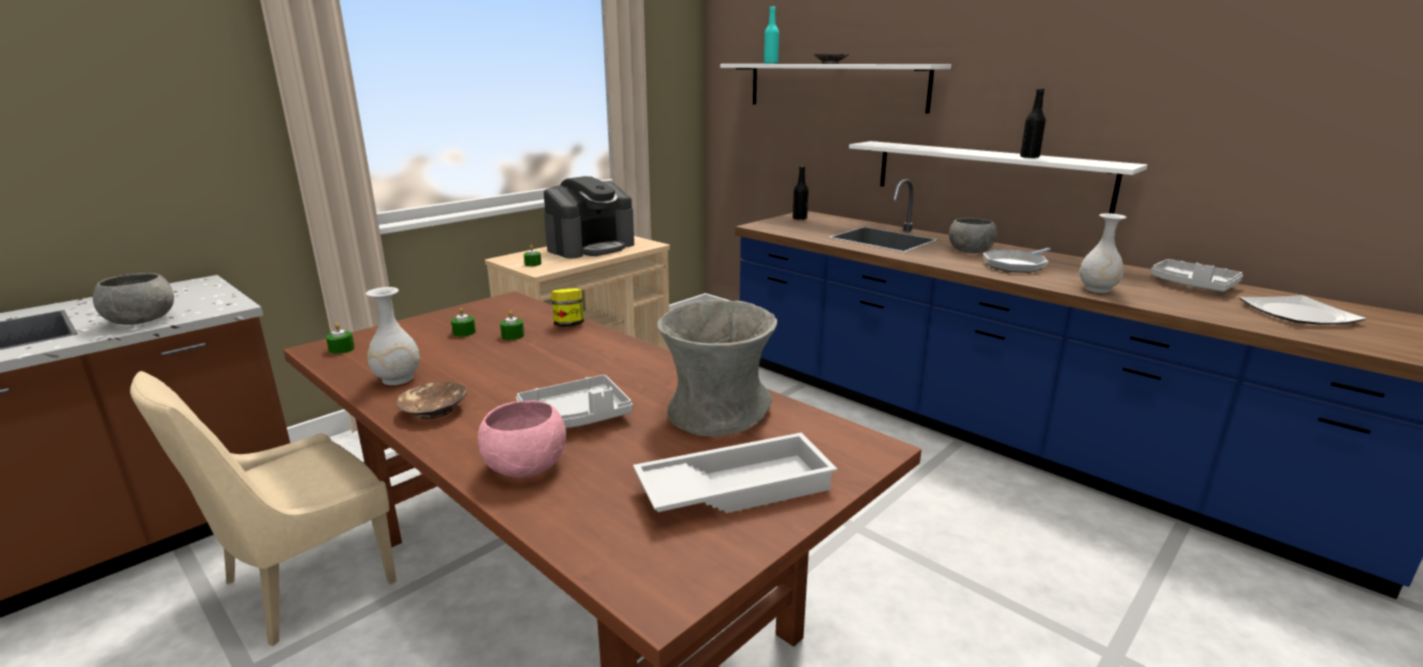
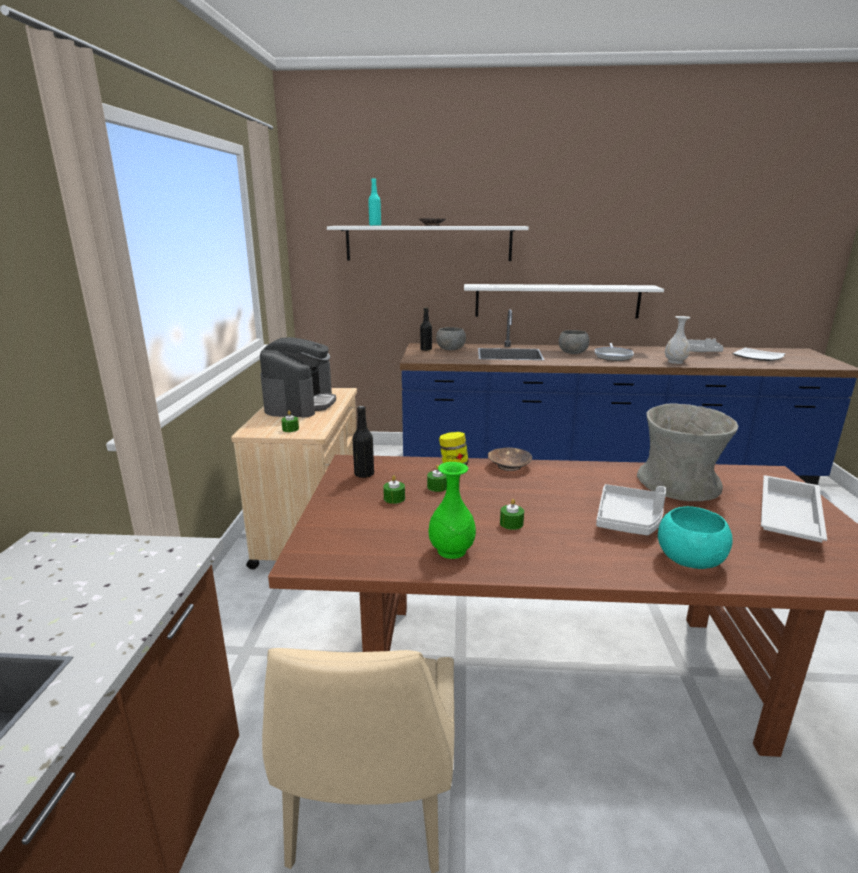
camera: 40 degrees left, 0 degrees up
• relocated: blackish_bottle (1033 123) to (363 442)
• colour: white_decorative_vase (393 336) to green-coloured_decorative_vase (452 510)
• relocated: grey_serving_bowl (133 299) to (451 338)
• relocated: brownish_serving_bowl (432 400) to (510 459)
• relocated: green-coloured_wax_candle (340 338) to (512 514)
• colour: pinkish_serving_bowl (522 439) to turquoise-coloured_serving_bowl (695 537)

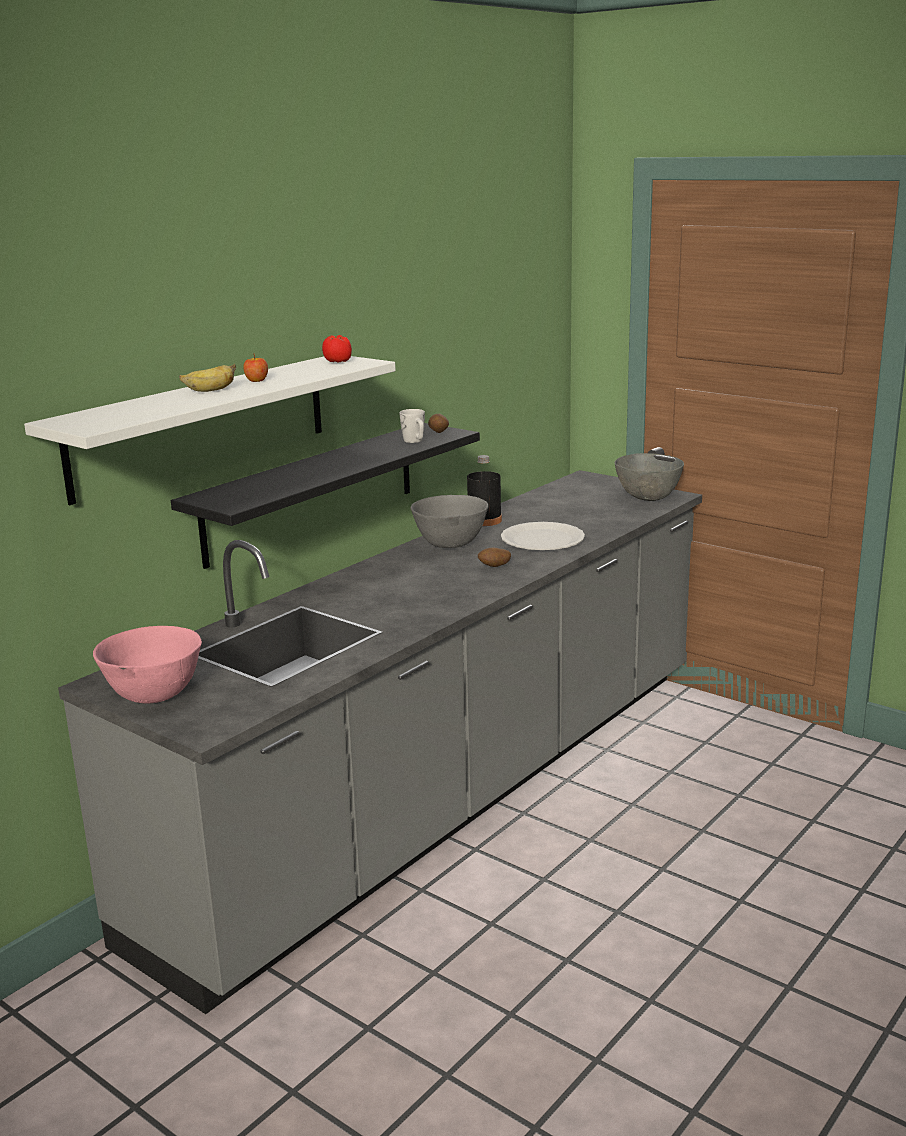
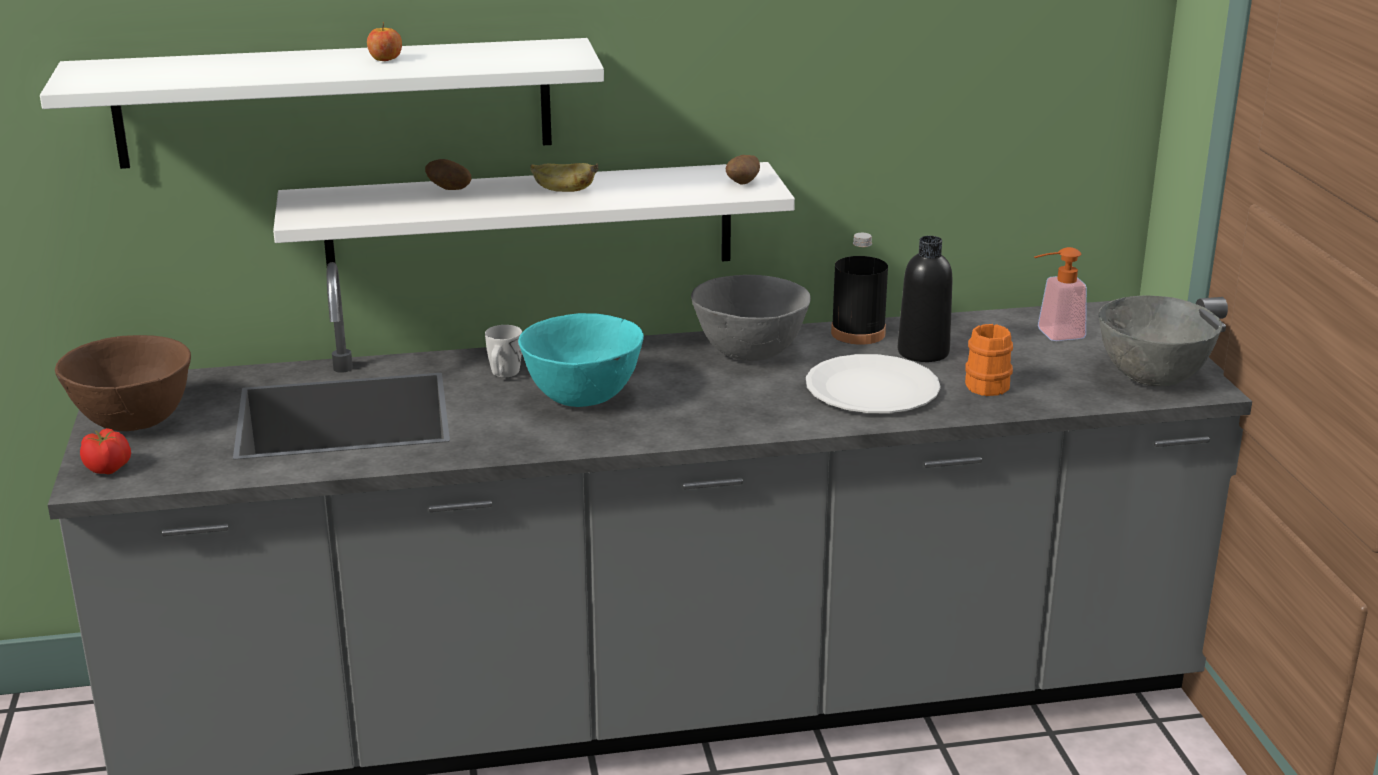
camera: 40 degrees right, 5 degrees up
• colour: pinkish_serving_bowl (147 664) to brownish_serving_bowl (123 383)
• relocated: tomato (337 349) to (105 451)
• colour: blackish_shelf (325 496) to white_shelf (534 213)
• relocated: spud (494 557) to (448 174)
• relocated: white_mug (412 426) to (503 351)
• appeared: turquoise-coloured_serving_bowl (581 360)
• relocated: banana (207 377) to (564 177)
• appeared: blackish_bottle (925 299)
• appeared: orange_mug (989 360)
• appeared: soap_bottle (1060 294)

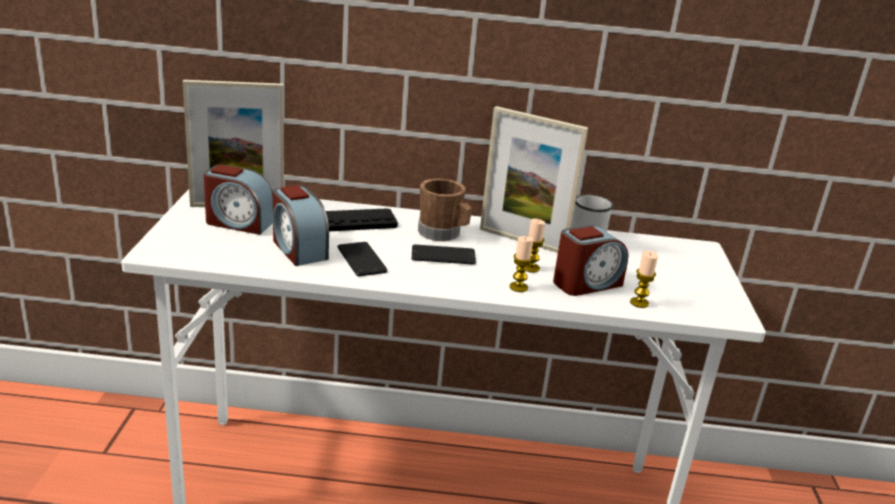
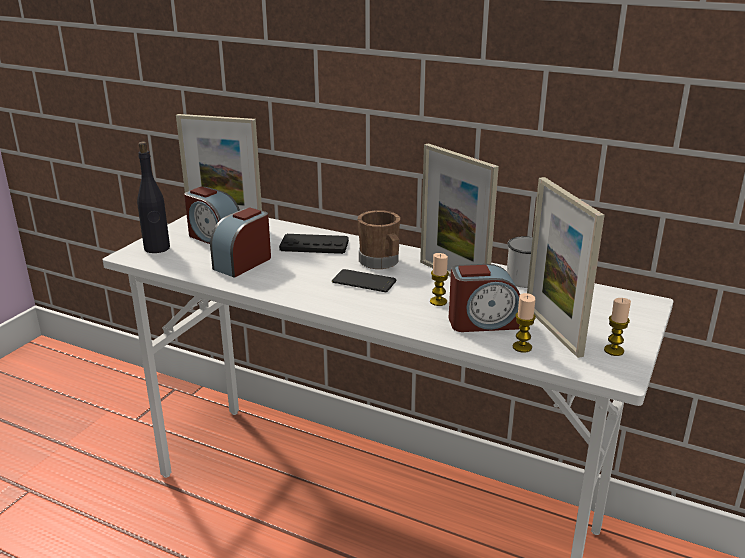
camera: 25 degrees right, 0 degrees up
• appeared: blackish_bottle (153 197)
• spun: bedside_clock (301 225) = (240 242) 45 degrees clockwise
• appeared: picture_frame (566 267)
• relocated: wax_candle (521 264) to (617 327)
• missing: telephone (362 259)

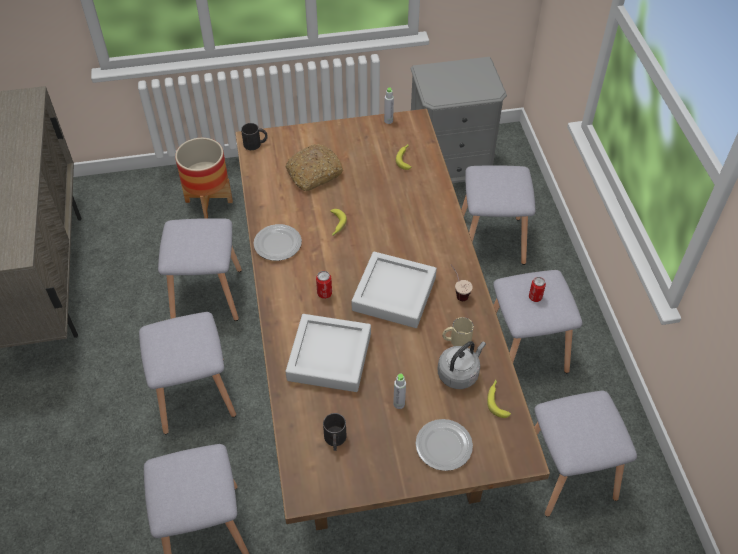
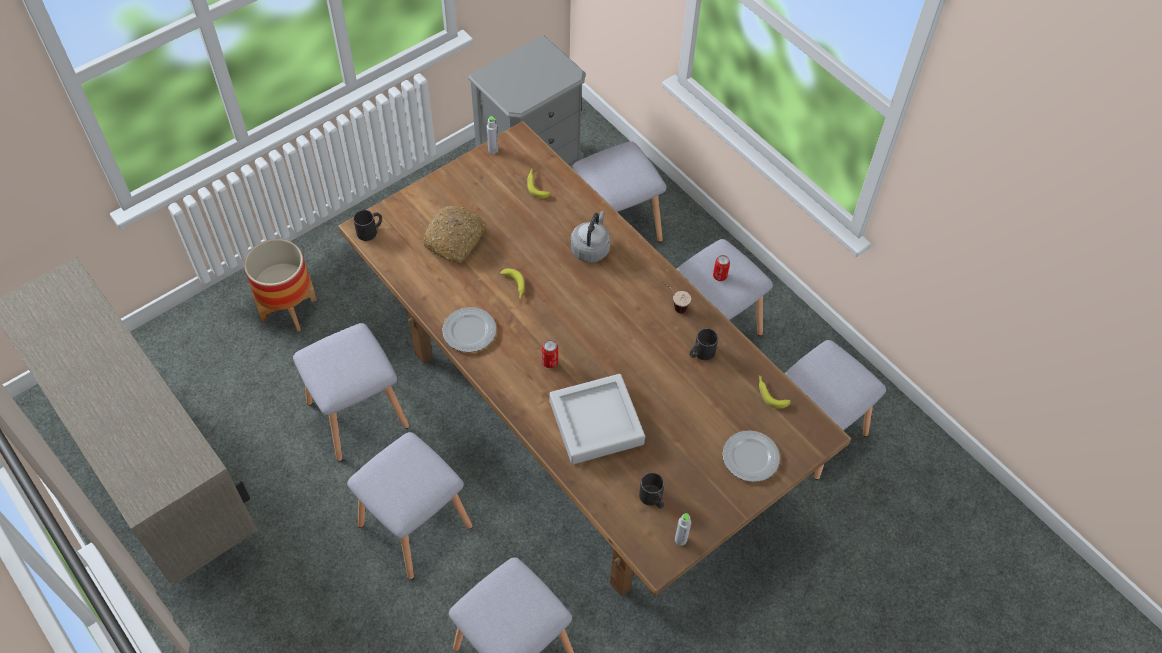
camera: 30 degrees left, 5 degrees up
• relocated: grey_tea_kettle (462 365) to (590 236)
• relocated: grey_bottle (399 391) to (683 529)
• colour: beige_mug (458 331) to blackish_mug (703 344)
• missing: grey_tray (394 290)

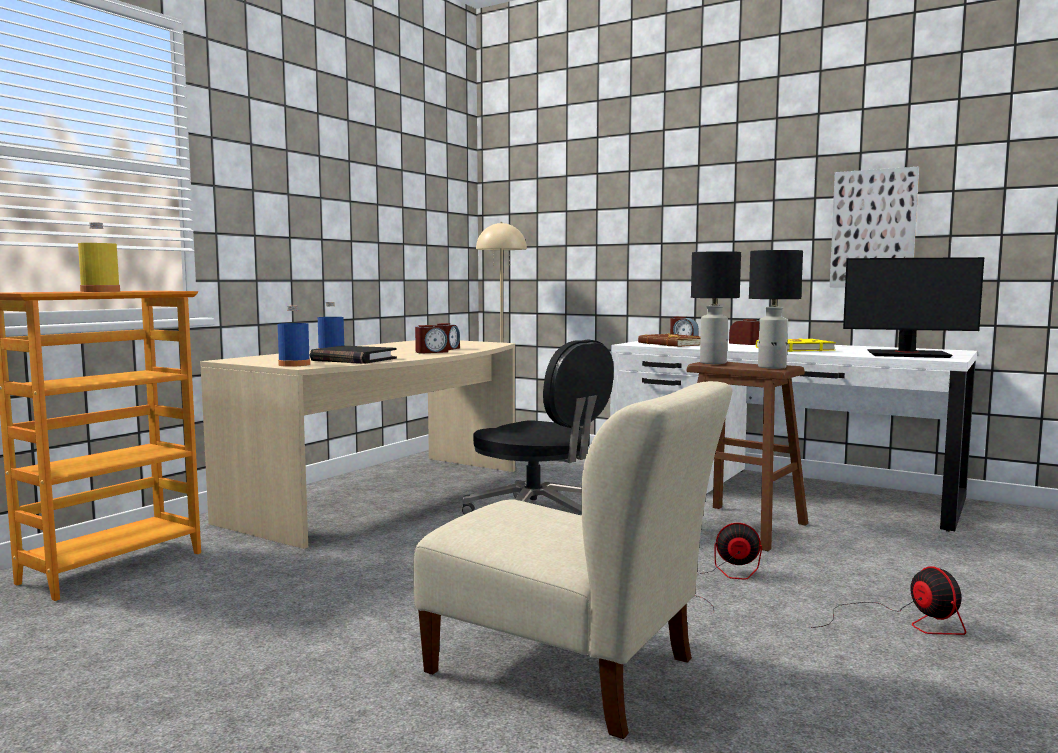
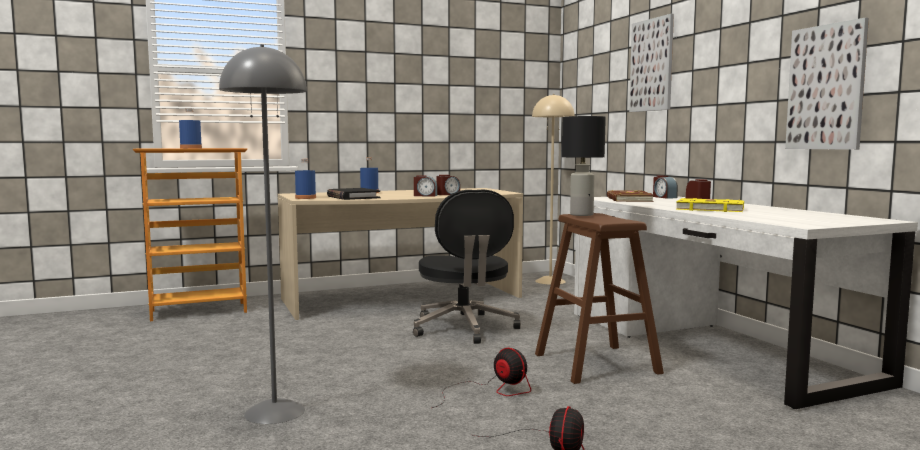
camera: 35 degrees right, 0 degrees up
• colour: yellow-coloured_bottle (99 257) to bluish_bottle (190 128)
• exchanged: beige_chair (572 560) to grey_standing_lamp (263 234)
• appeared: wall_picture (651 63)
• missing: blackish_table_lamp (776 309)
• missing: computer_screen (913 307)

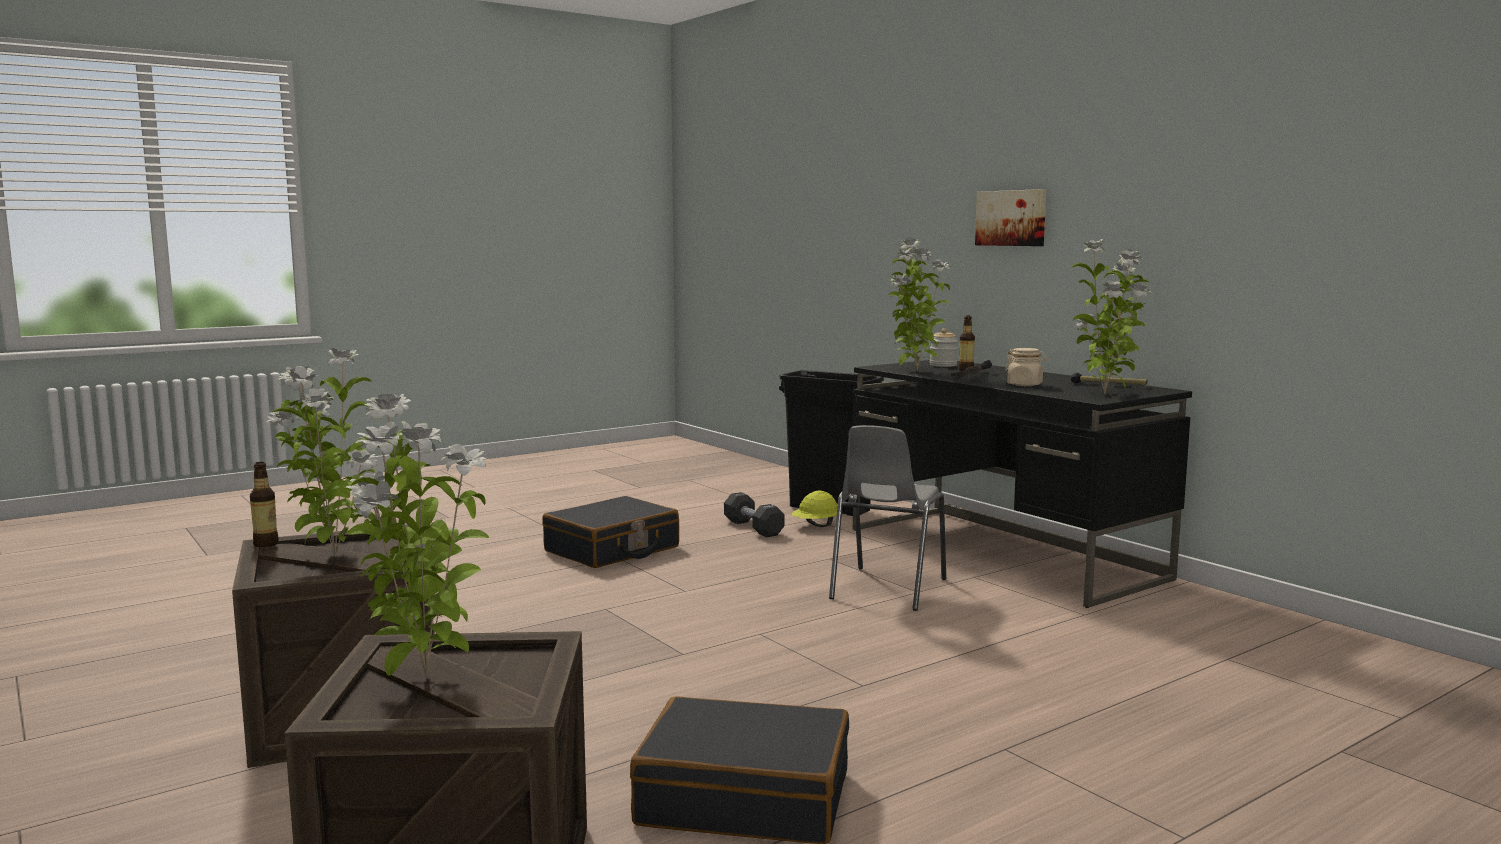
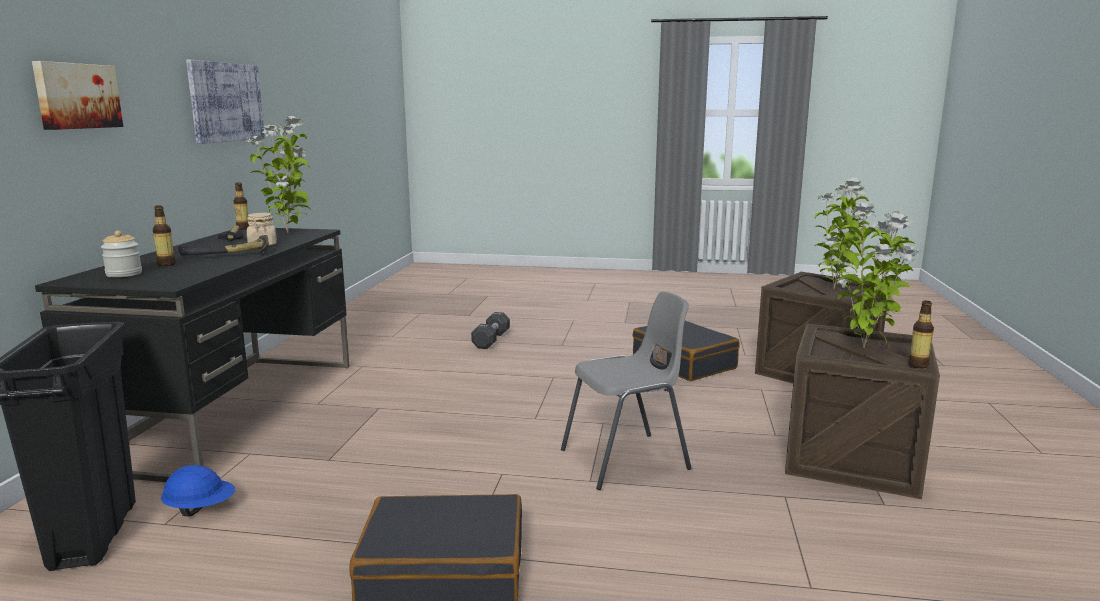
camera: 135 degrees left, 5 degrees up
• colour: yellow-coloured_hard_hat (815 509) to bluish_hard_hat (198 490)
• appeared: wall_picture (225 102)
• appeared: bottle (241 206)
• relocated: blackish_hand_weight (754 514) to (490 330)
• relocated: grey_chair (887 518) to (626 390)
• missing: houseplant (920 304)

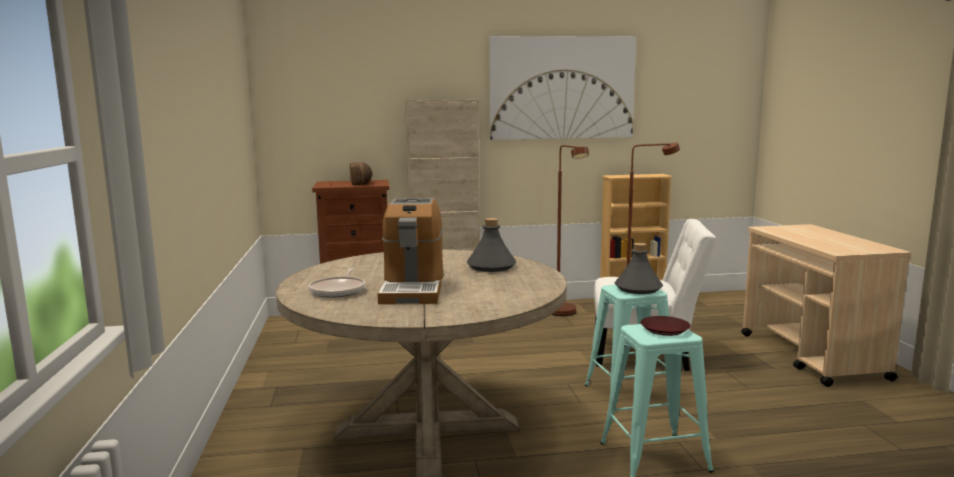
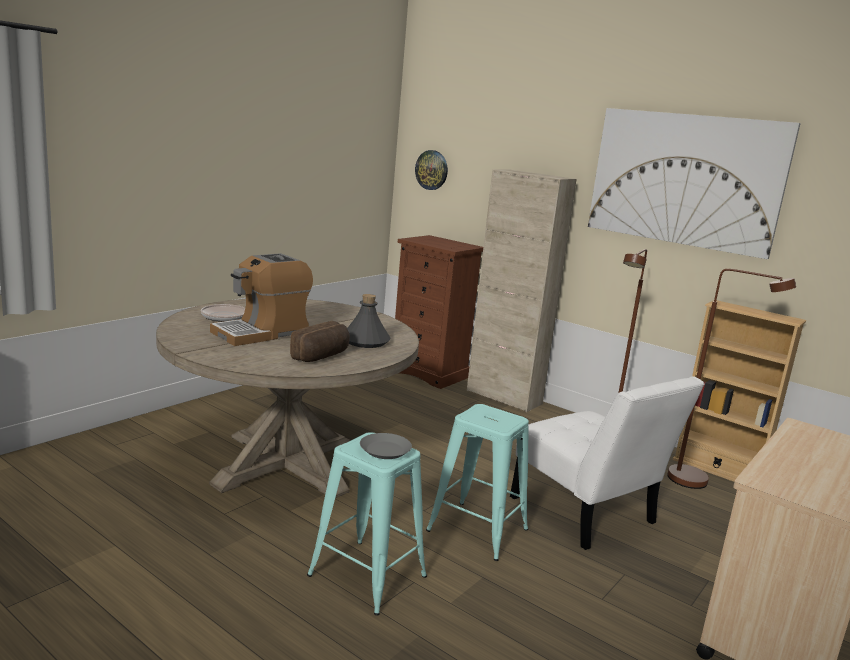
camera: 45 degrees right, 5 degrees up
• relocated: bakery_bread (361 173) to (320 341)
• colour: brownish_flat_dish (666 326) to grey_flat_dish (386 446)
• appeared: clock_on_the_wall (431 170)
• missing: grey_bottle (639 268)

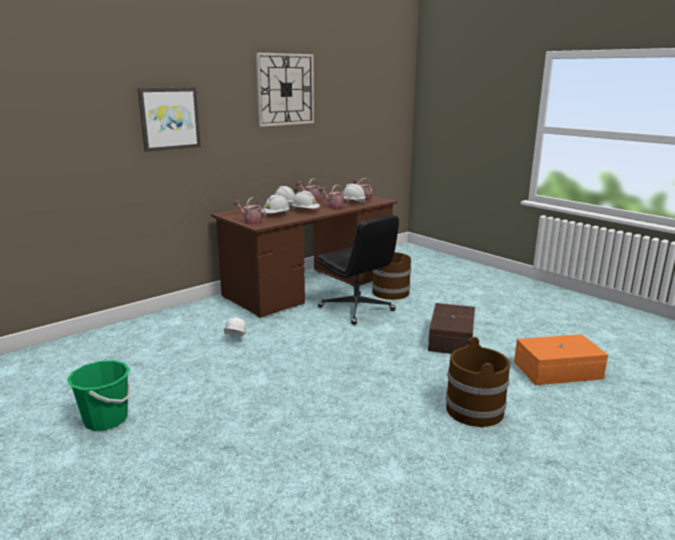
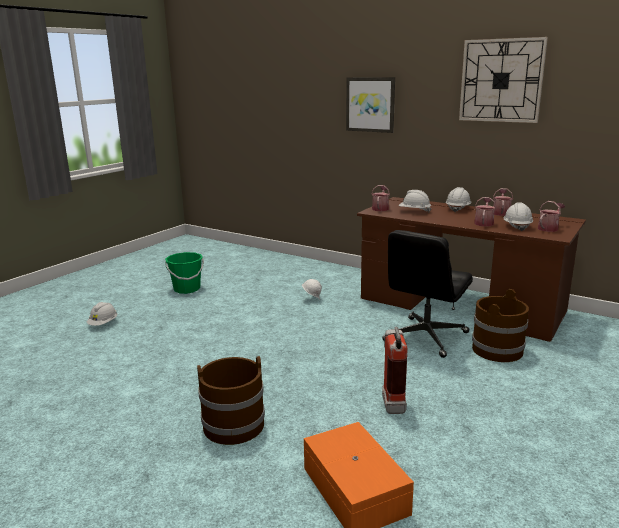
camera: 75 degrees right, 0 degrees up
• relocated: white_hard_hat (305 200) to (102 314)
• exchanged: brownish_storage_container (451 328) to extinguisher (395 370)

